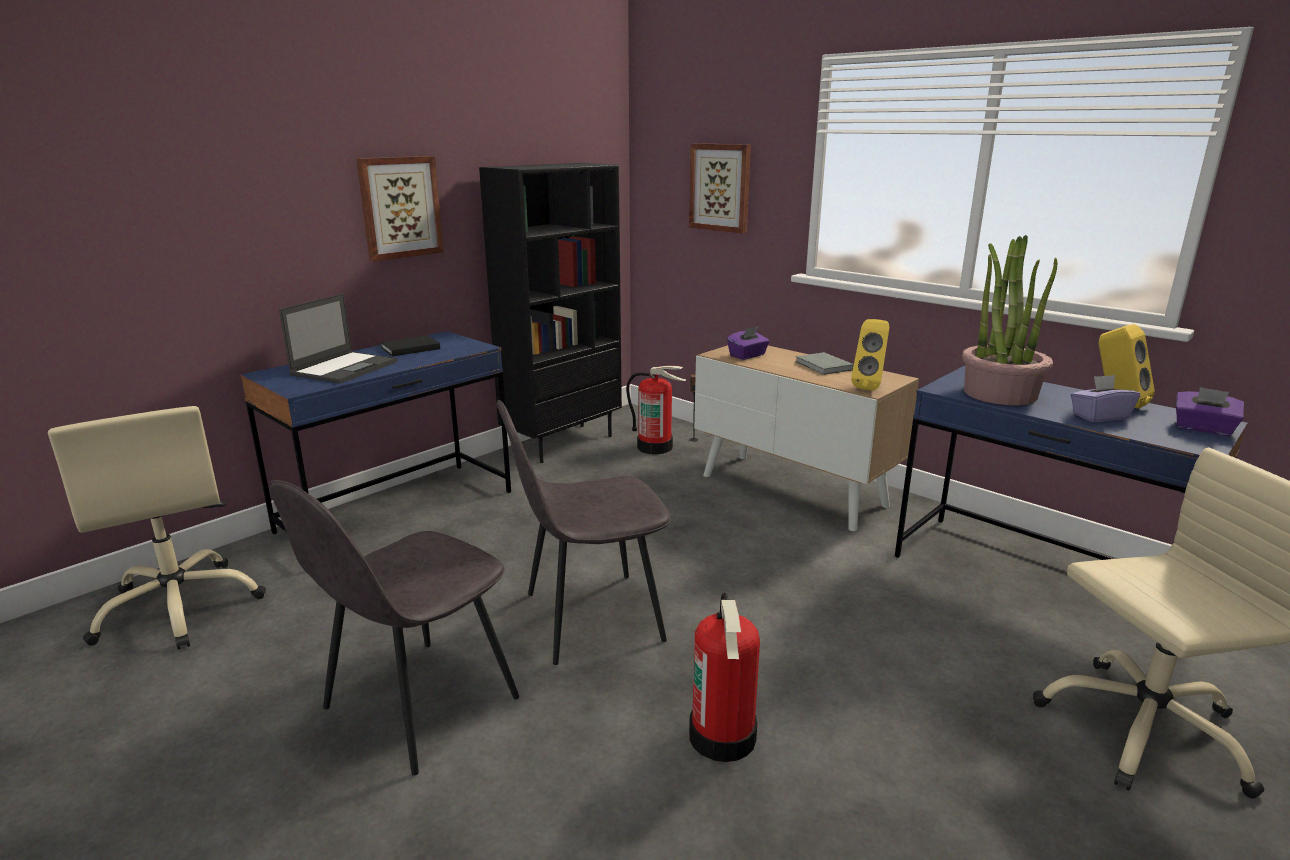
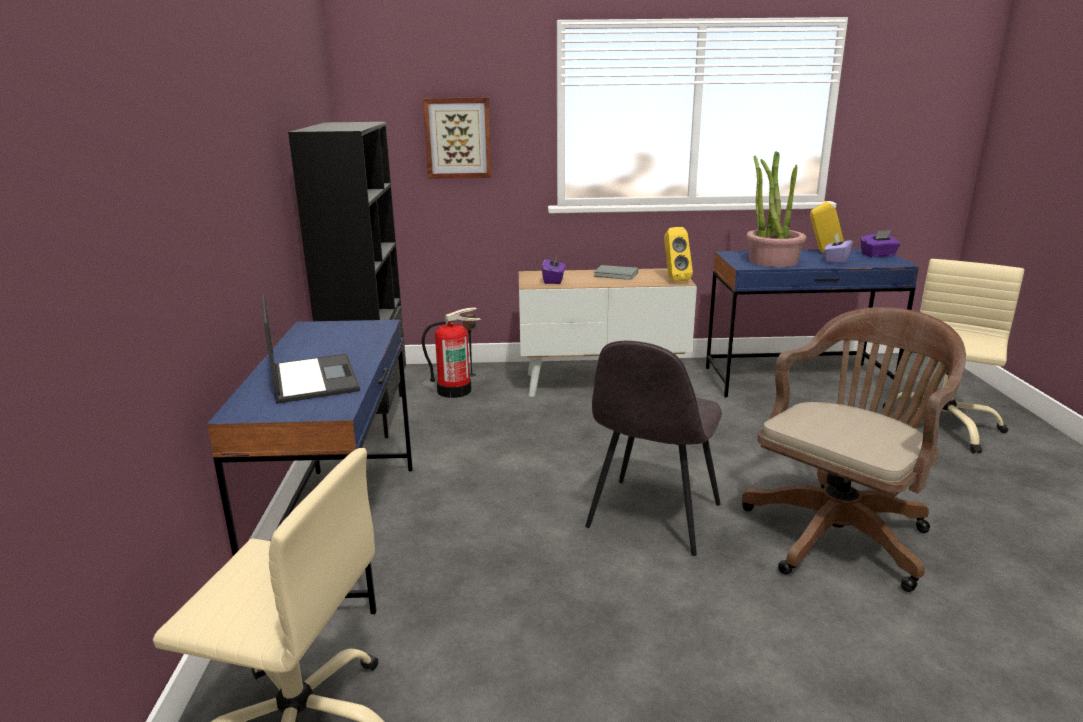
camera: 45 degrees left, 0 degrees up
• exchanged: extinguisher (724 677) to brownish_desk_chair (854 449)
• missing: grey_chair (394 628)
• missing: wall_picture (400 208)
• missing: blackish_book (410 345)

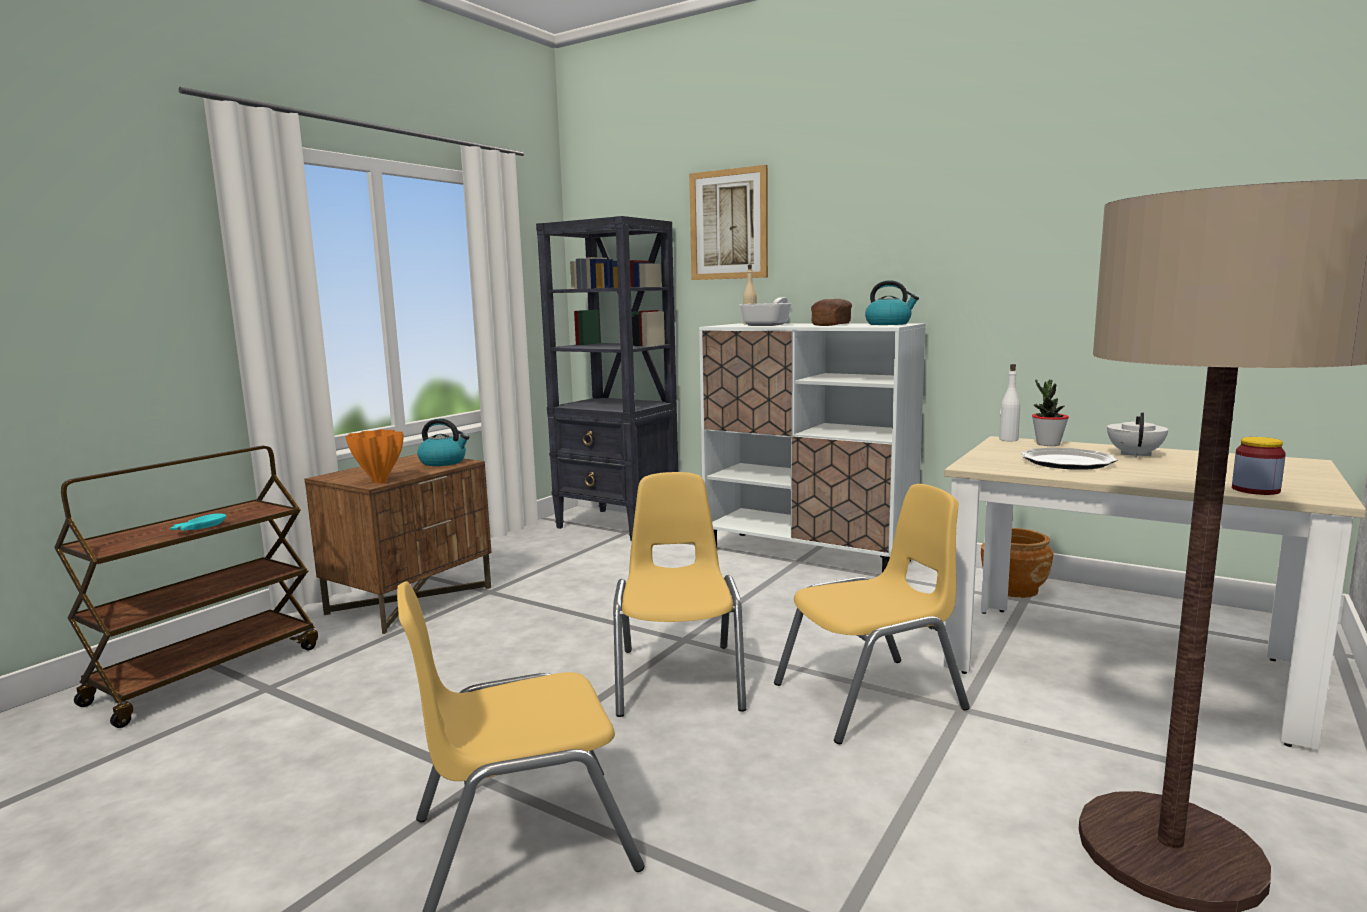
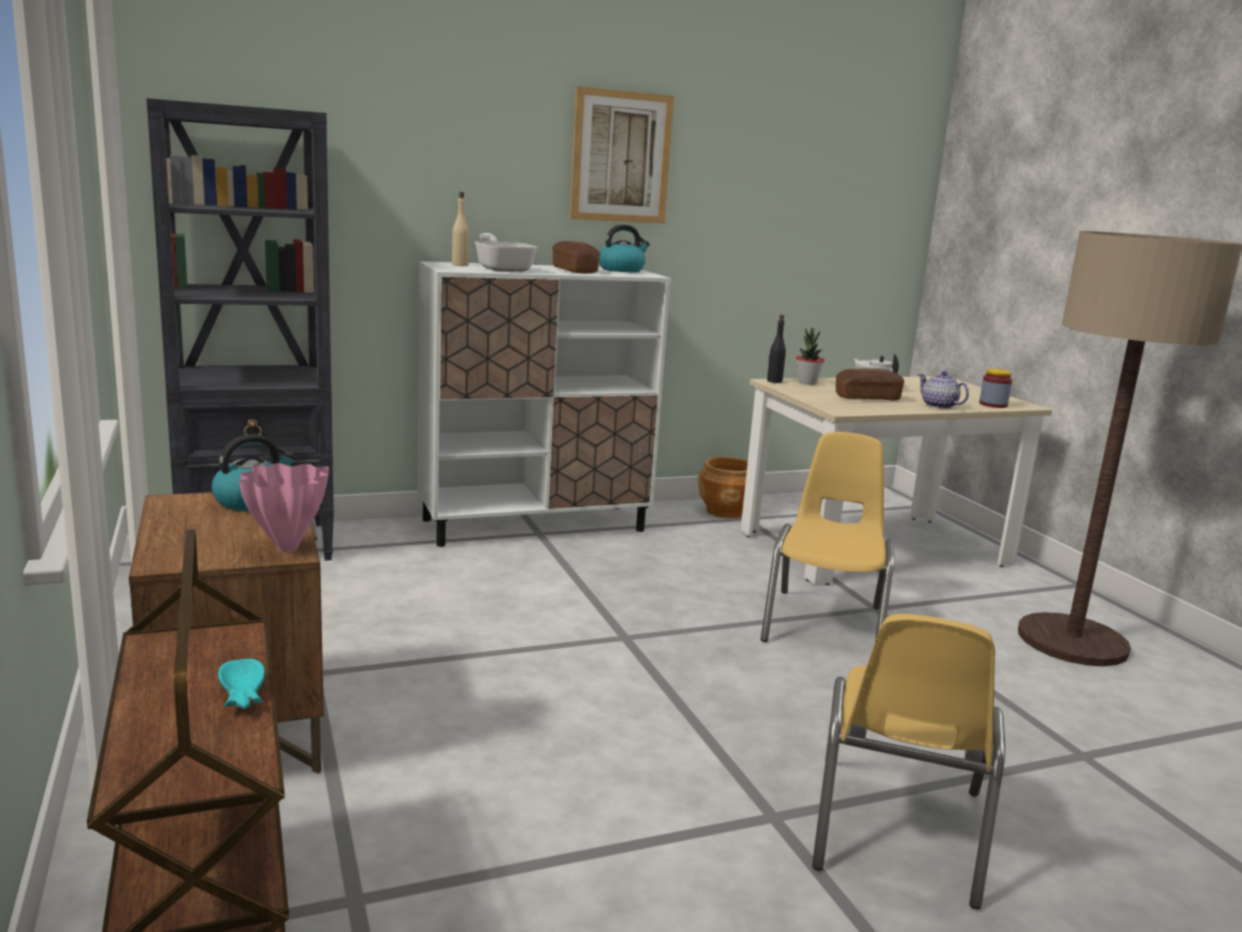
camera: 55 degrees left, 5 degrees up
• colour: orange_decorative_vase (374 456) to pinkish_decorative_vase (284 507)
• relocated: wall_picture (728 222) to (622 155)
• colour: white_bottle (1009 402) to blackish_bottle (776 349)
• exchanged: flat_dish (1069 459) to bakery_bread (870 385)
• appeared: tea_pot (943 390)
• missing: yellow-coloured_chair (679 594)

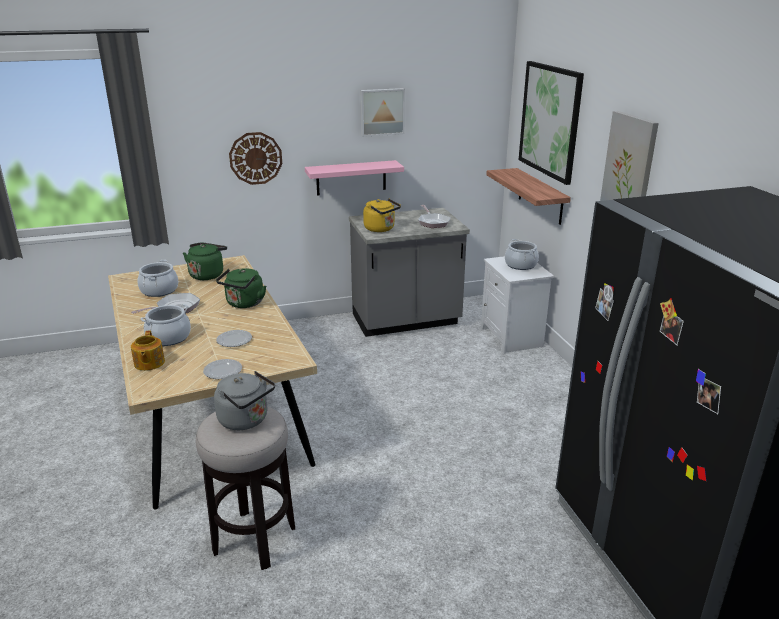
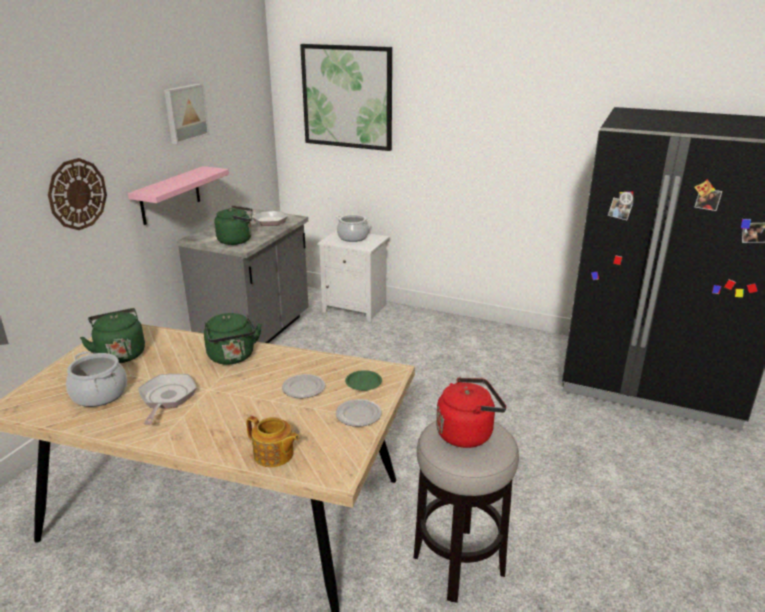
camera: 50 degrees left, 0 degrees up
• colour: yellow-coloured_tea_kettle (382 215) to green-coloured_tea_kettle (233 225)
• appeared: green-coloured_flat_dish (363 380)
• colour: grey_tea_kettle (244 400) to reddish_tea_kettle (471 413)
• missing: cooking_pot (165 325)
• missing: shelf (528 196)
• missing: wall_picture (629 156)

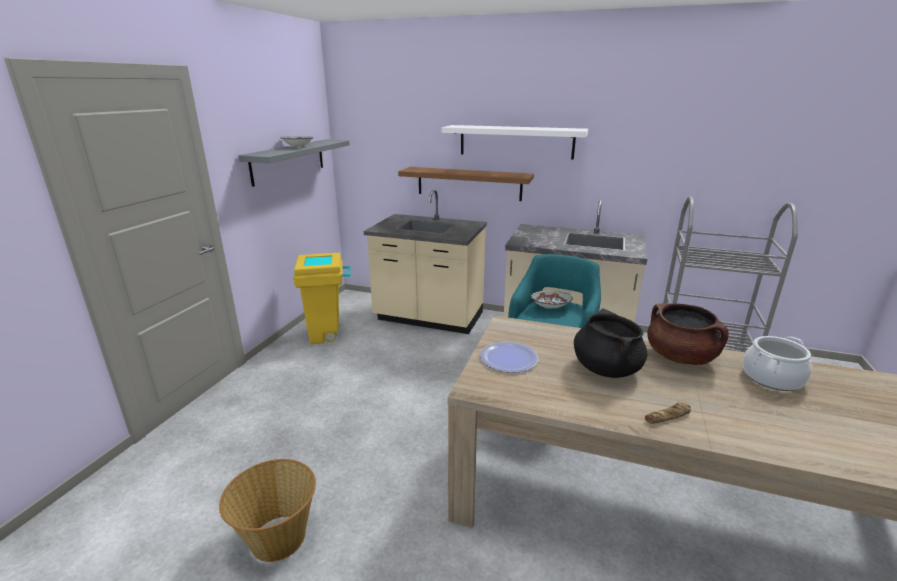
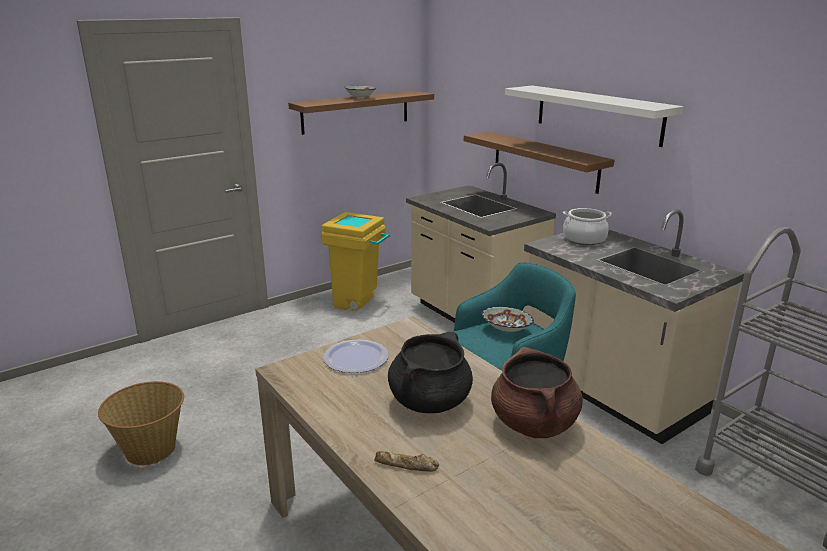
camera: 35 degrees right, 0 degrees up
• colour: grey_shelf (294 163) to brownish_shelf (361 112)
• relocated: cooking_pot (777 363) to (587 226)

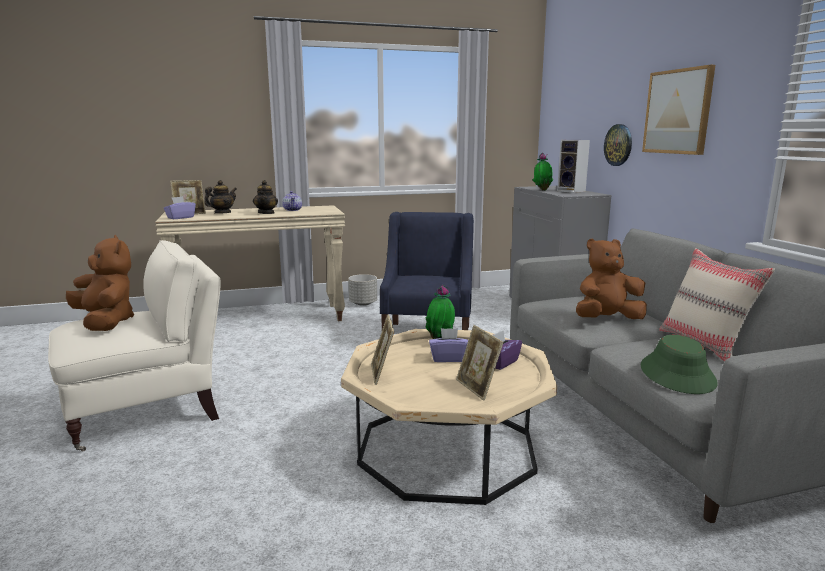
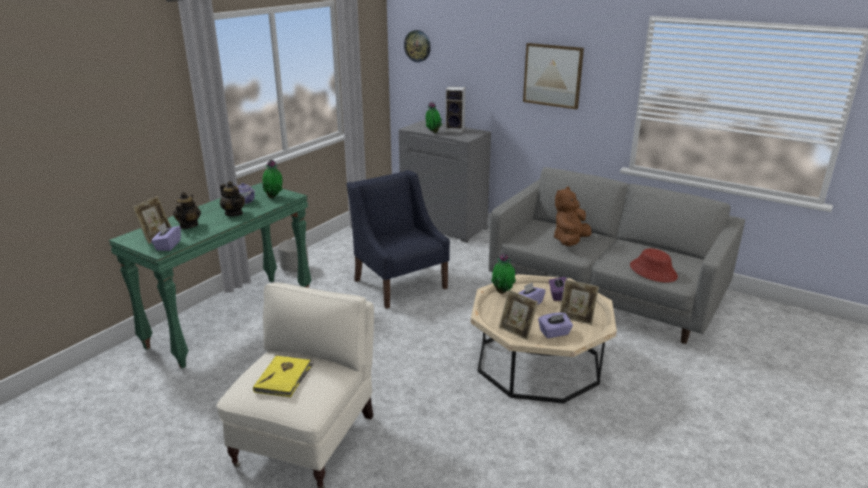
camera: 40 degrees left, 10 degrees up
• colour: beige_console_table (250 263) to green-coloured_console_table (210 276)
• exchanged: brownish_soft_toy (100 283) to yellow-coloured_book (283 377)
• appeared: houseplant (272 179)
• relocated: clock_on_the_wall (618 145) to (417 46)
• appeared: purplish_tissue_box (555 325)
• colour: green-coloured_clothing_hat (679 364) to reddish_clothing_hat (654 265)
• missing: beige_pillow (717 305)

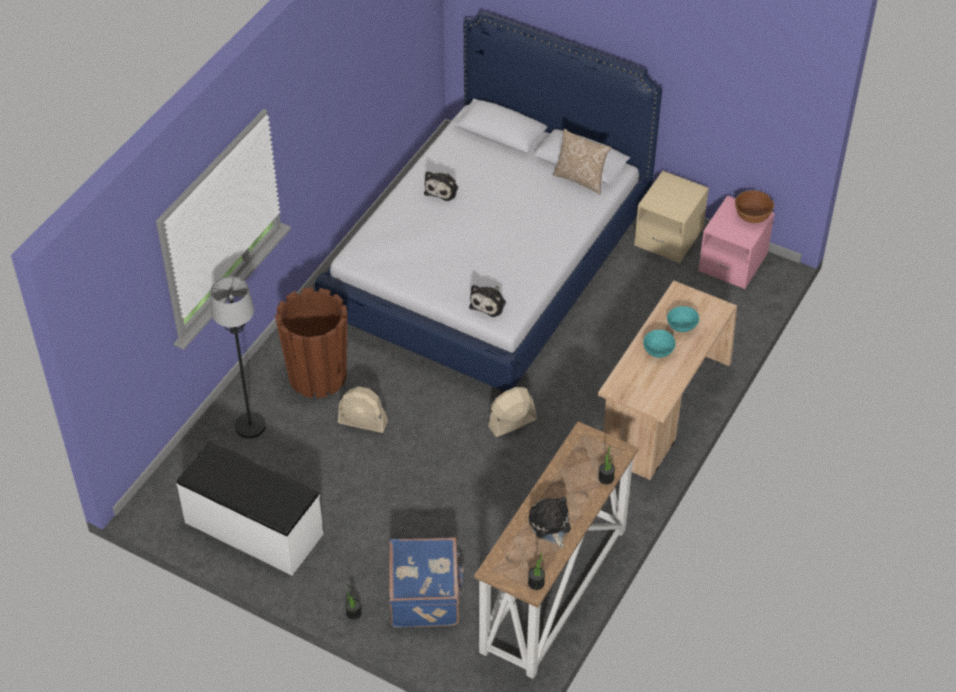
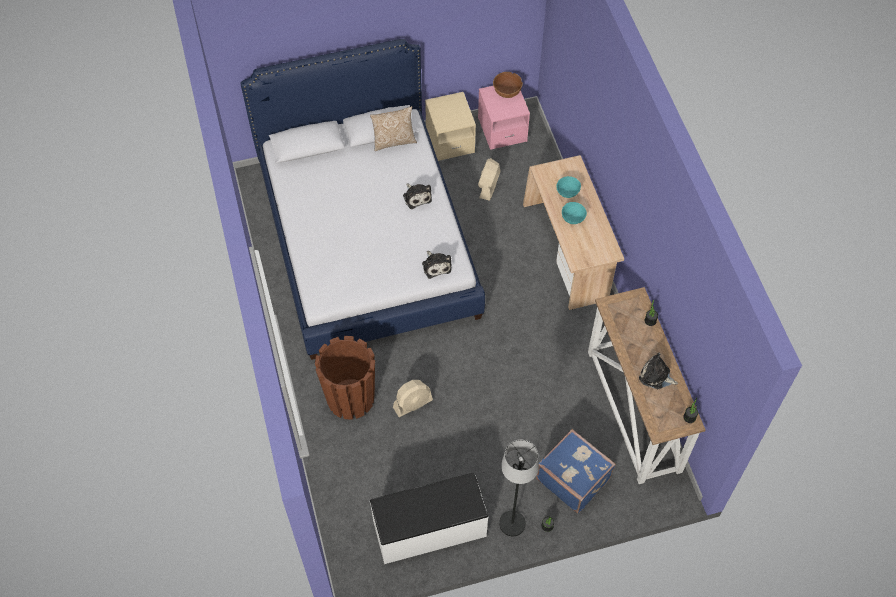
camera: 45 degrees left, 10 degrees up
• relocated: soft_toy (441 186) to (417 196)
• relocated: beige_fan (512 412) to (489 179)
• relocated: blackish_standing_lamp (238 357) to (519 488)

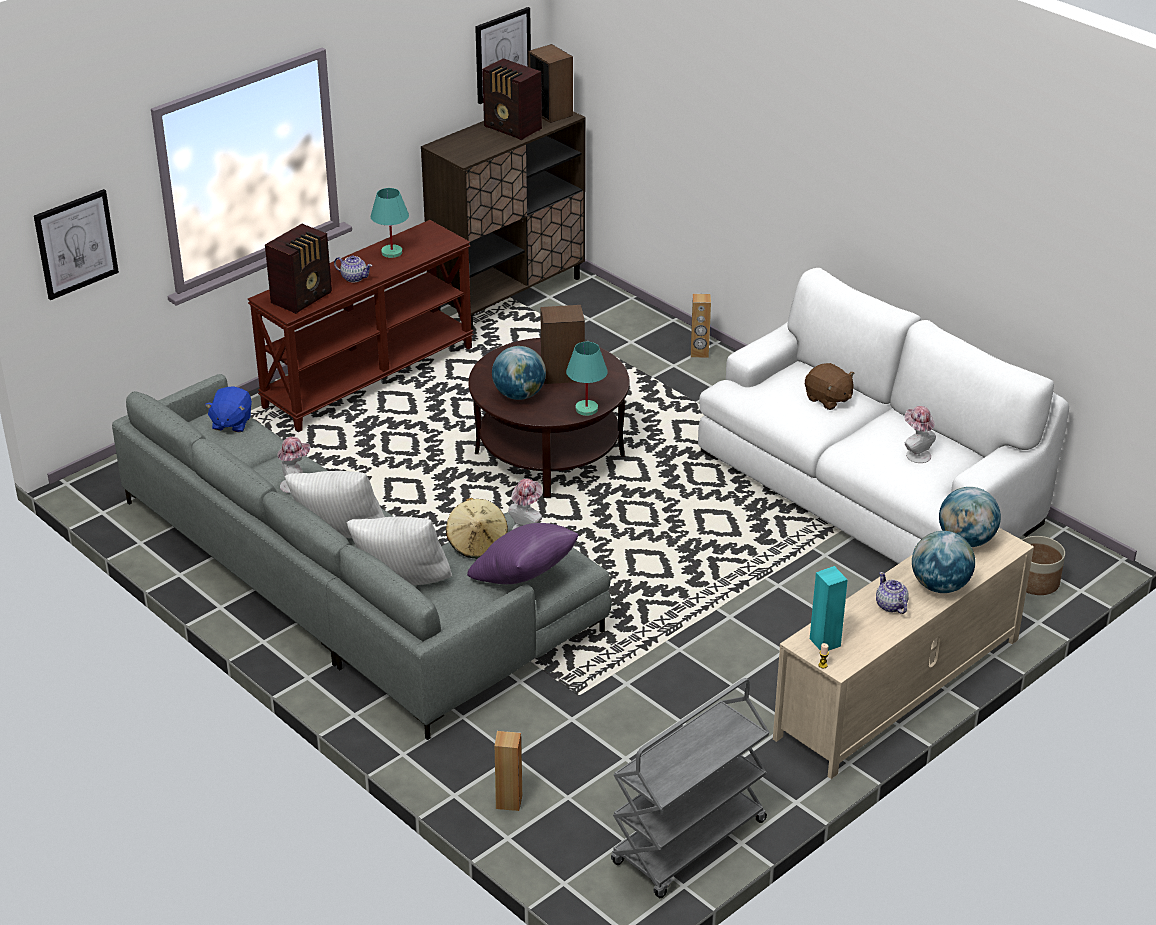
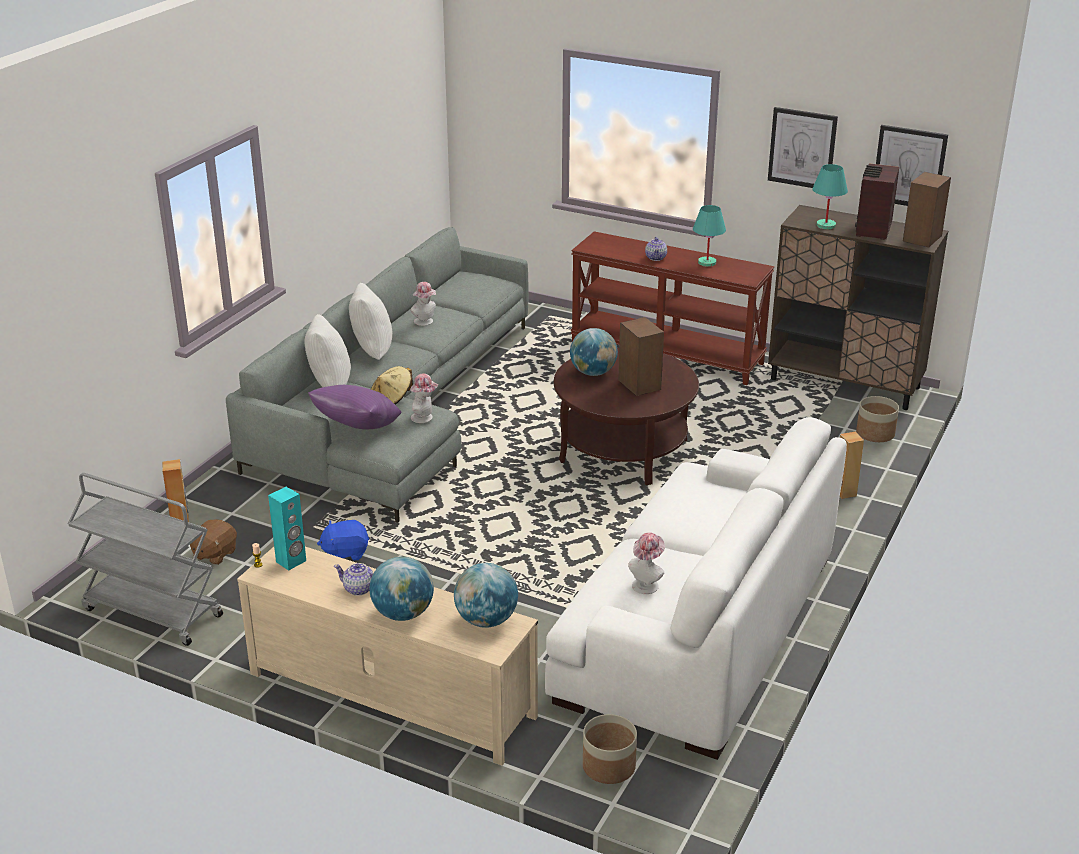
camera: 70 degrees right, 5 degrees down
• relocated: brownish_soft_toy (830 386) to (213 542)
• relocated: bluish_soft_toy (228 409) to (343 540)
• spun: tea_pot (892 593) = (354 579) 120 degrees counterclockwise
• relocated: wall_picture (76 244) to (803 147)
• relocated: turquoise-coloured_table_lamp (587 379) to (830 196)
• appeared: planter (877 419)
• missing: radio (298 269)

